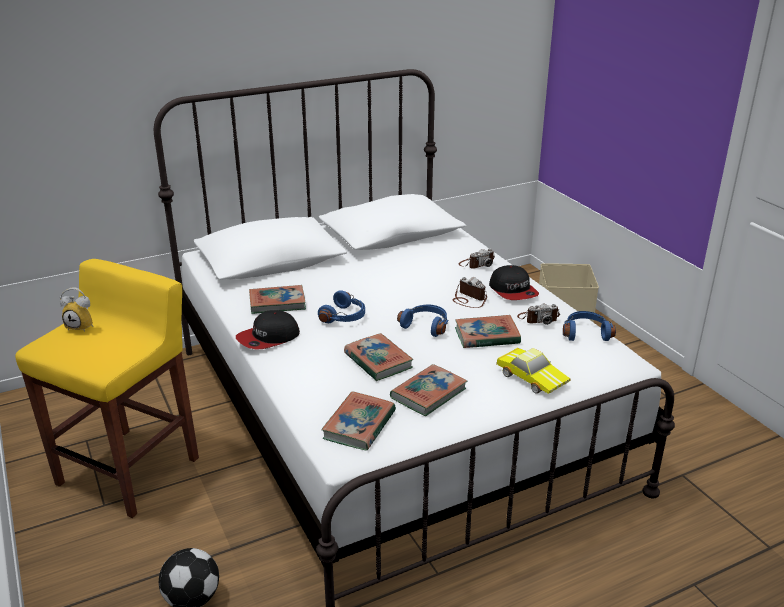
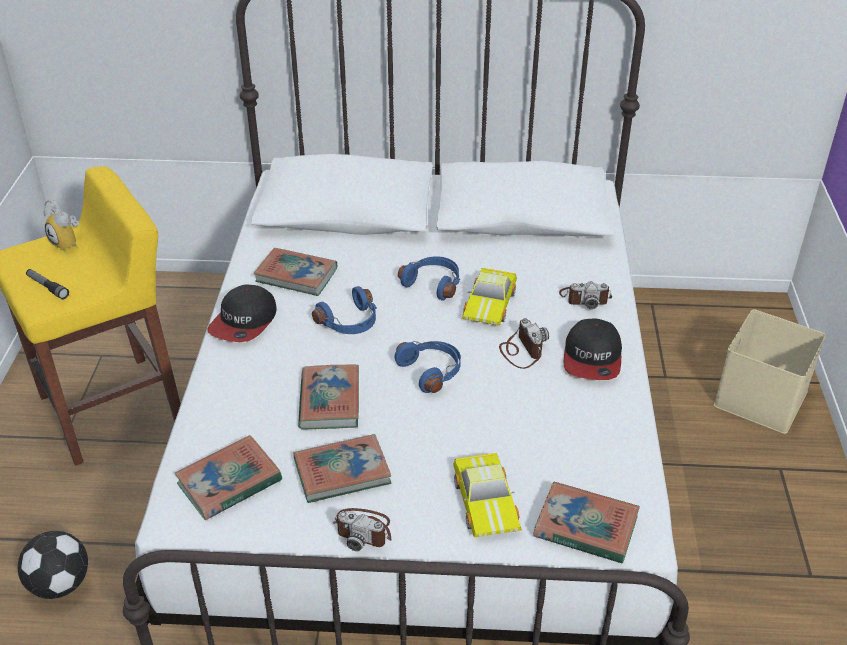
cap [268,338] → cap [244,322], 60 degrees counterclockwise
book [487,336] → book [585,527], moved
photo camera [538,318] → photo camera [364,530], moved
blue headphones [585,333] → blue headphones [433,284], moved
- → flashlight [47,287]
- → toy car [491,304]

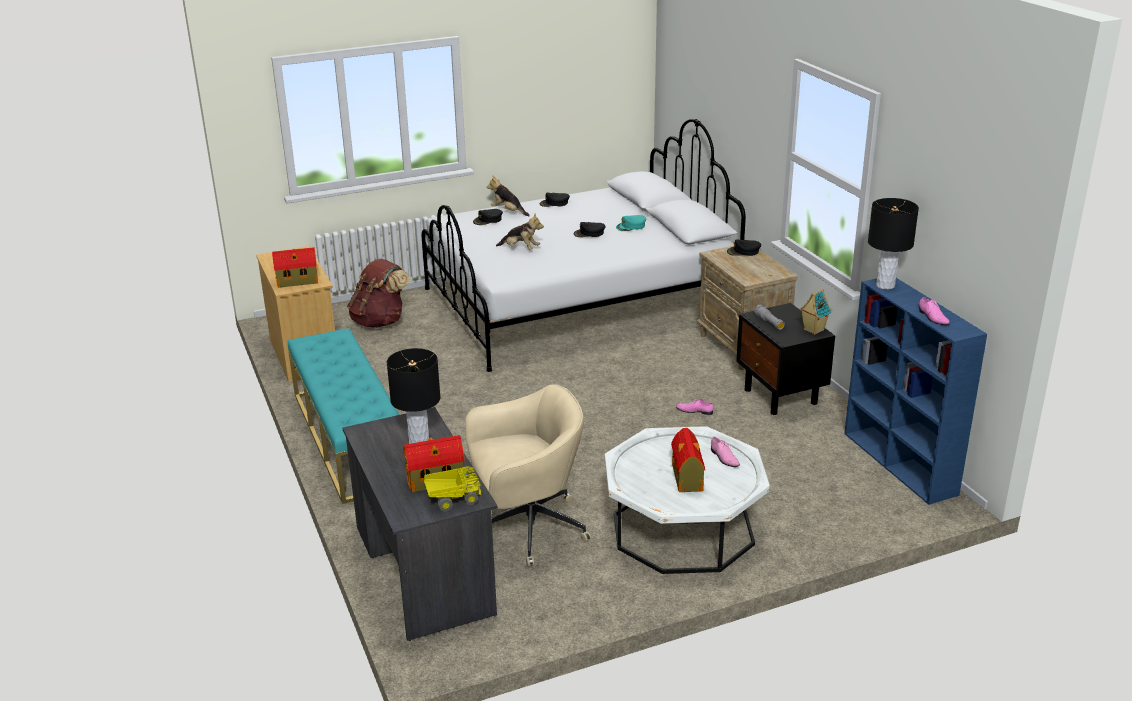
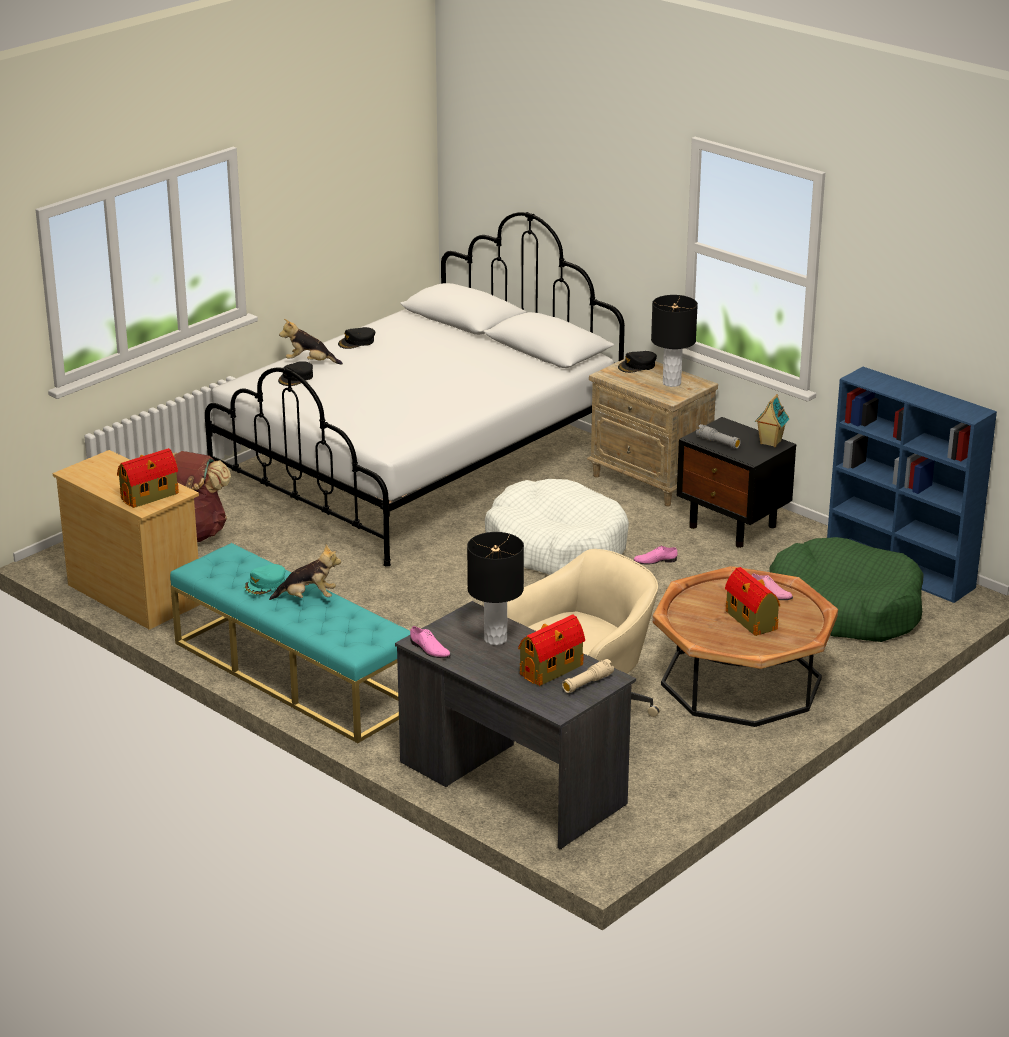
toy truck [452,500] → beige flashlight [587,683]
plush toy [520,249] → plush toy [308,598], moved
black cap [589,233] → -
white coffee table [683,530] → brown coffee table [741,681]
turquoise cap [631,226] → turquoise cap [265,584], moved
black table lamp [885,285] → black table lamp [671,383], moved
pink shoe [932,317] → pink shoe [429,649], moved
- → white dog bed [557,547]
- → green dog bed [844,609]

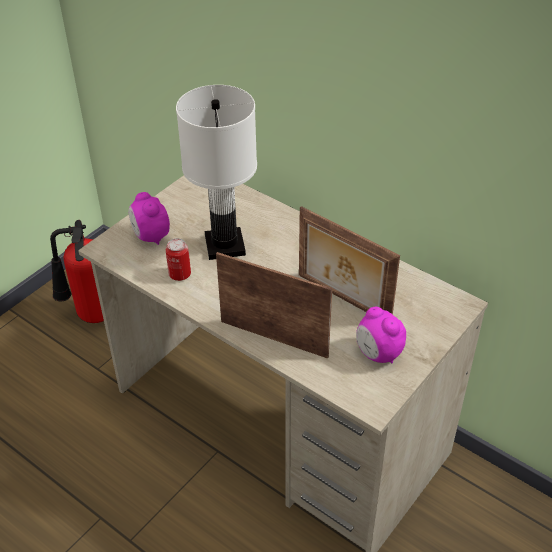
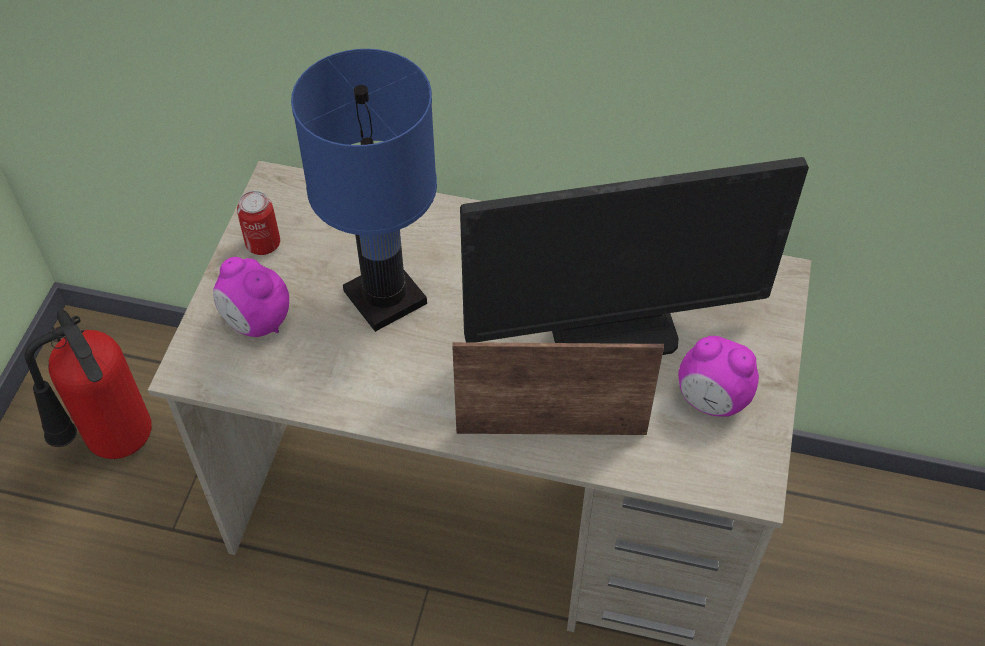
can [180,274] → can [263,244], moved
white table lamp [224,245] → blue table lamp [383,297]
picture frame [342,300] → monitor [613,329]

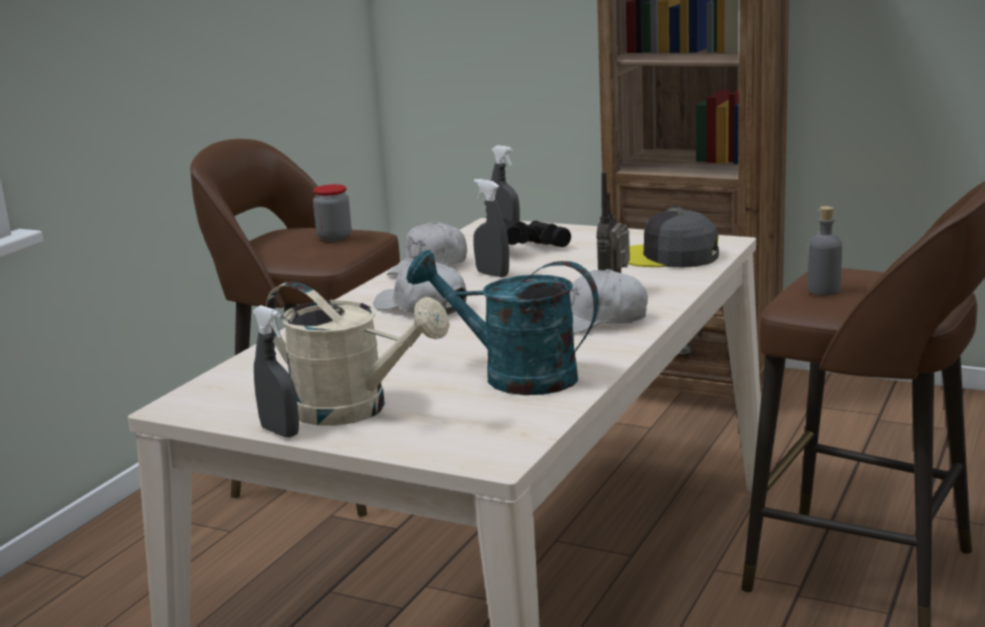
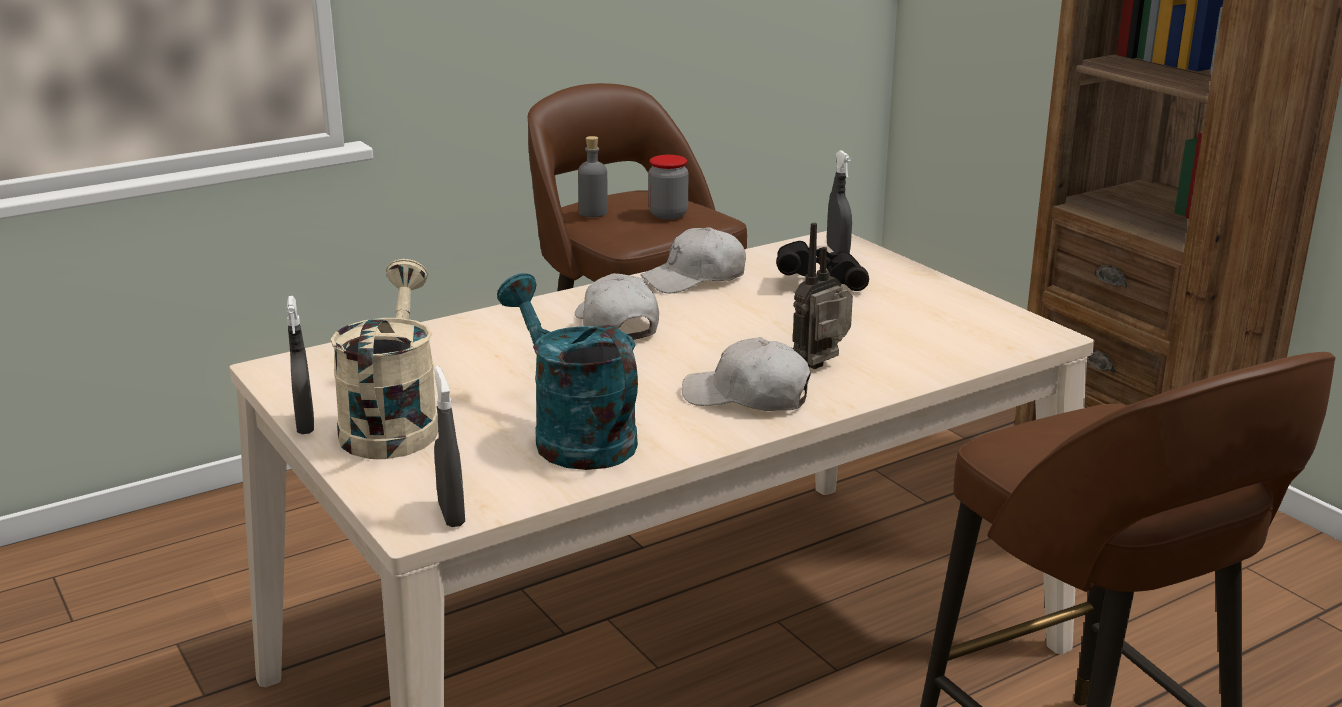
beige watering can [355,410] → beige watering can [392,424], 150 degrees counterclockwise
grey spray bottle [492,274] → grey spray bottle [451,514], moved
grey cap [669,256] → -
grey bottle [823,290] → grey bottle [593,212], moved

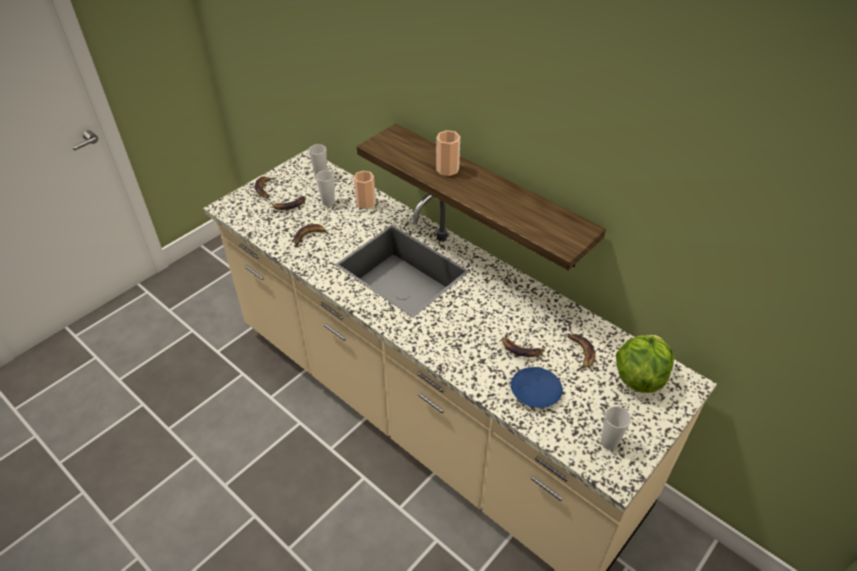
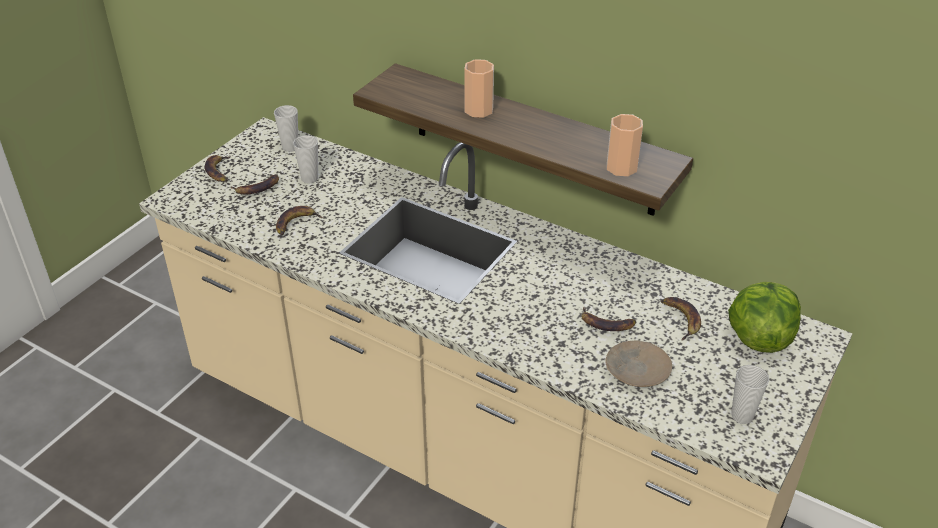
cup [365,203] → cup [621,167], moved
blue plate [535,391] → beige plate [636,370]

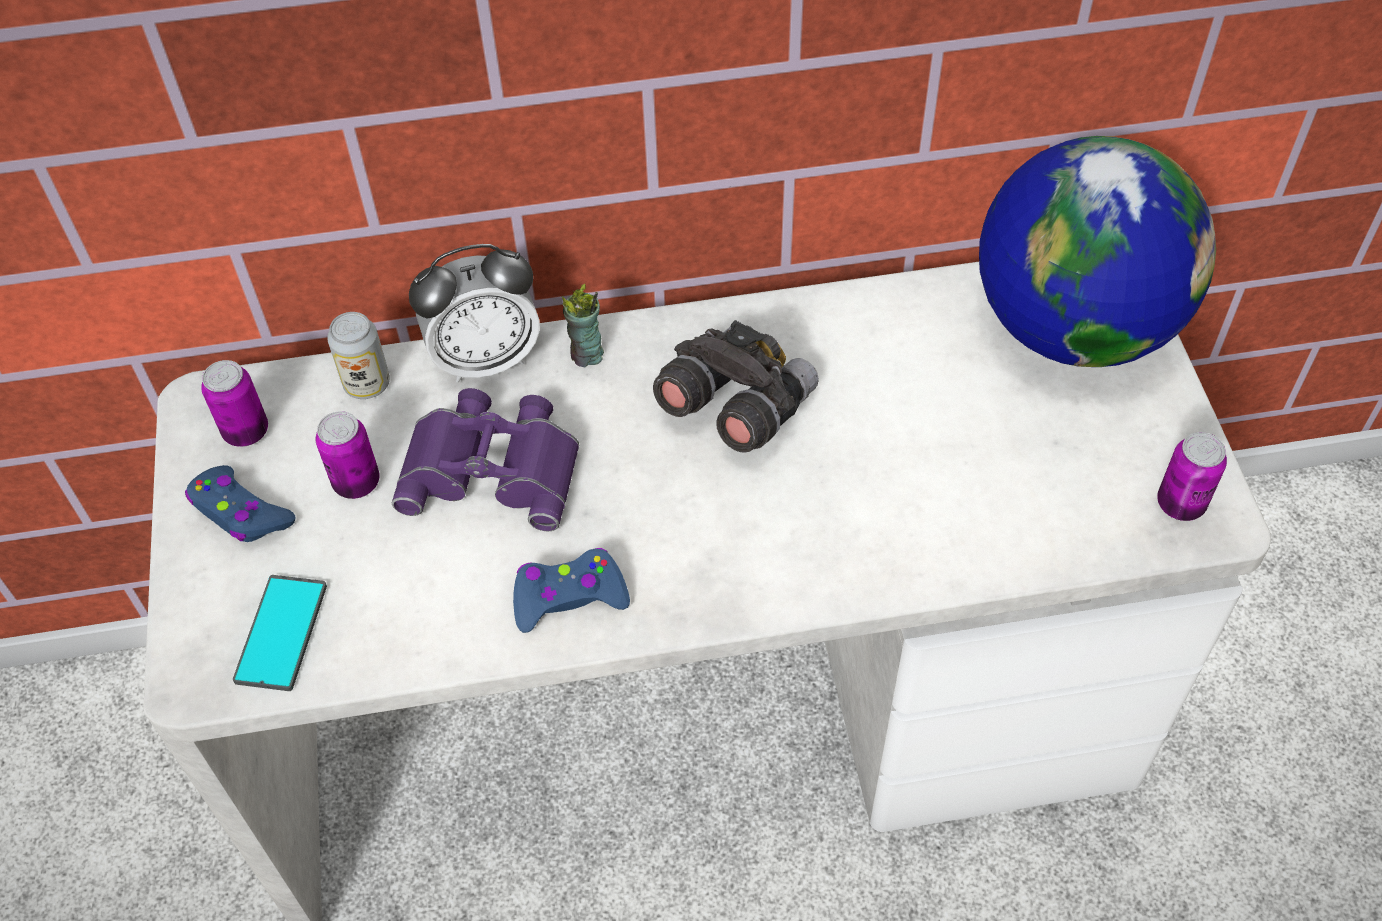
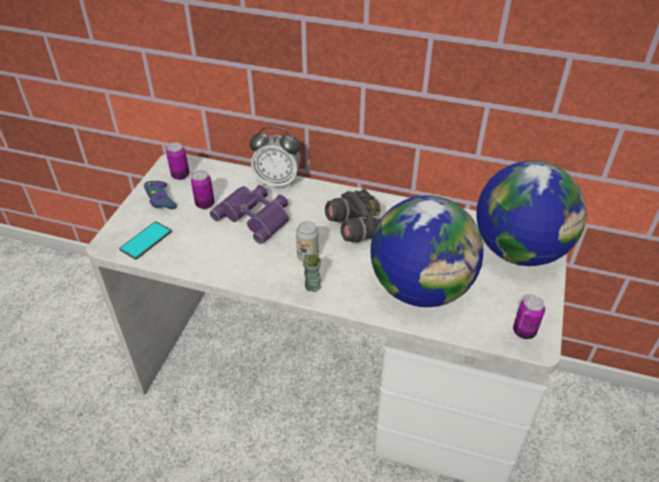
can [367,384] → can [307,256], moved
blue game controller [569,597] → -
cup [586,355] → cup [312,286], moved
- → globe [421,288]

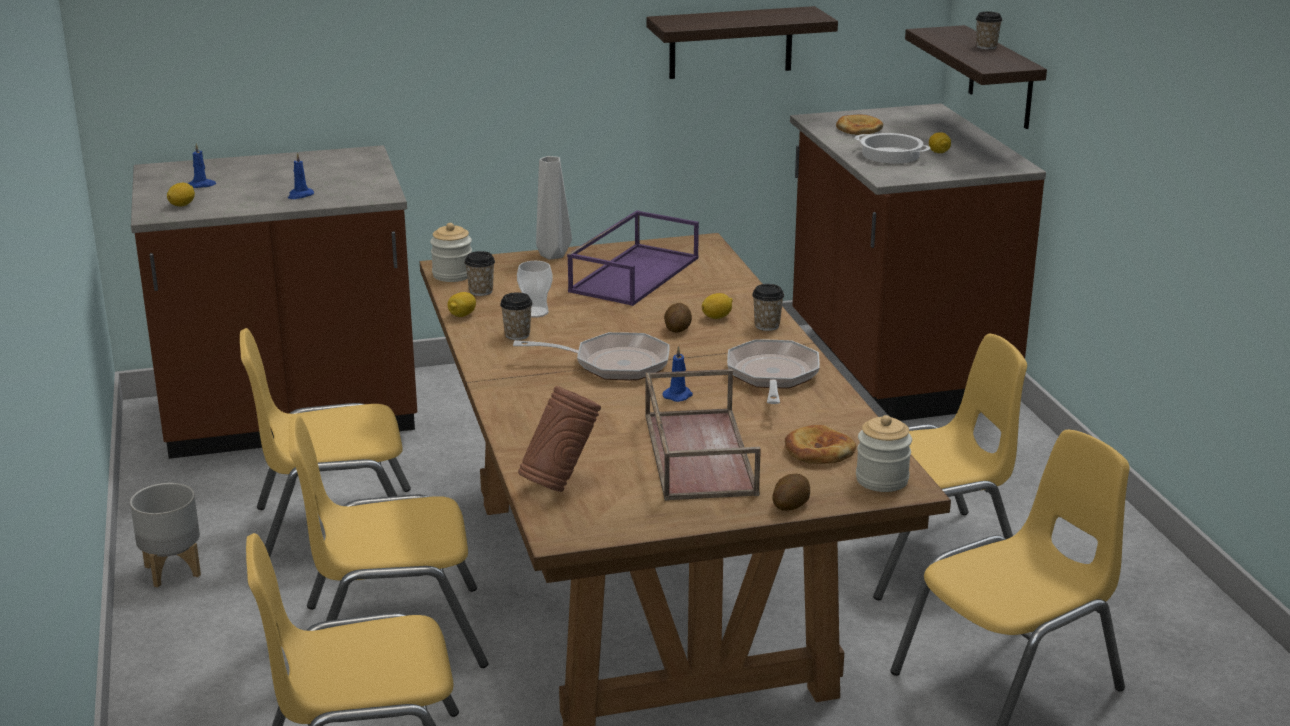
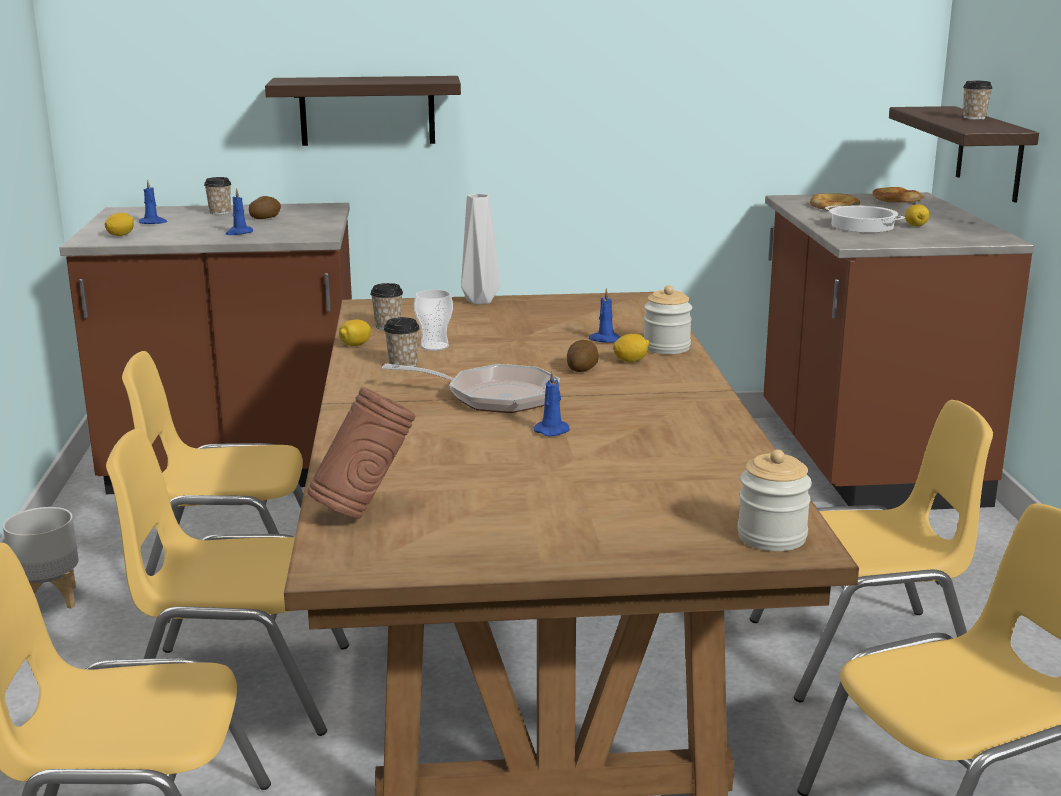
jar [452,275] → jar [666,348], moved
purple tray [634,274] → -
brown tray [697,453] → -
shelf [730,42] → shelf [367,110], moved
frying pan [772,376] → -
cup [767,326] → cup [220,212], moved
potato [790,504] → potato [265,218], moved
bread [818,451] → bread [896,199], moved
- → blue candle [604,339]

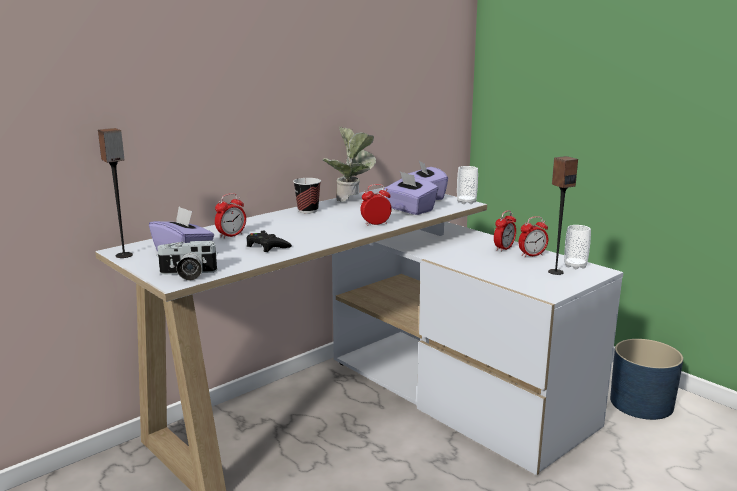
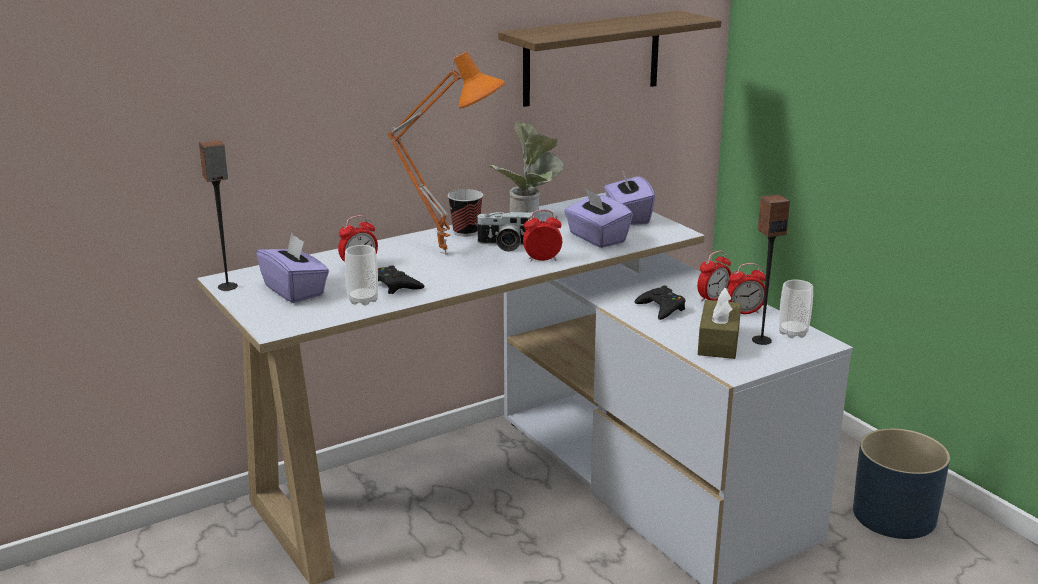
photo camera [187,274] → photo camera [505,245], moved
cup [466,202] → cup [363,300], moved
- → orange table lamp [446,252]
- → shelf [592,58]
- → black game controller [661,308]
- → brown tissue box [718,342]

